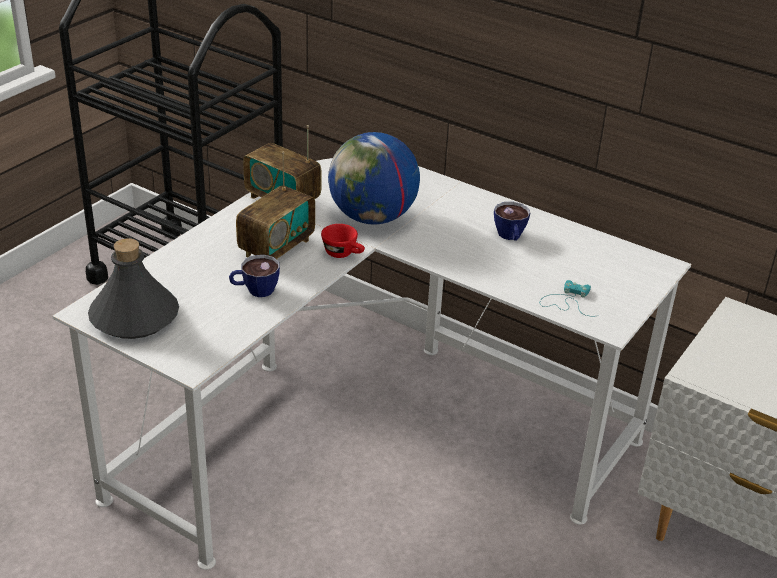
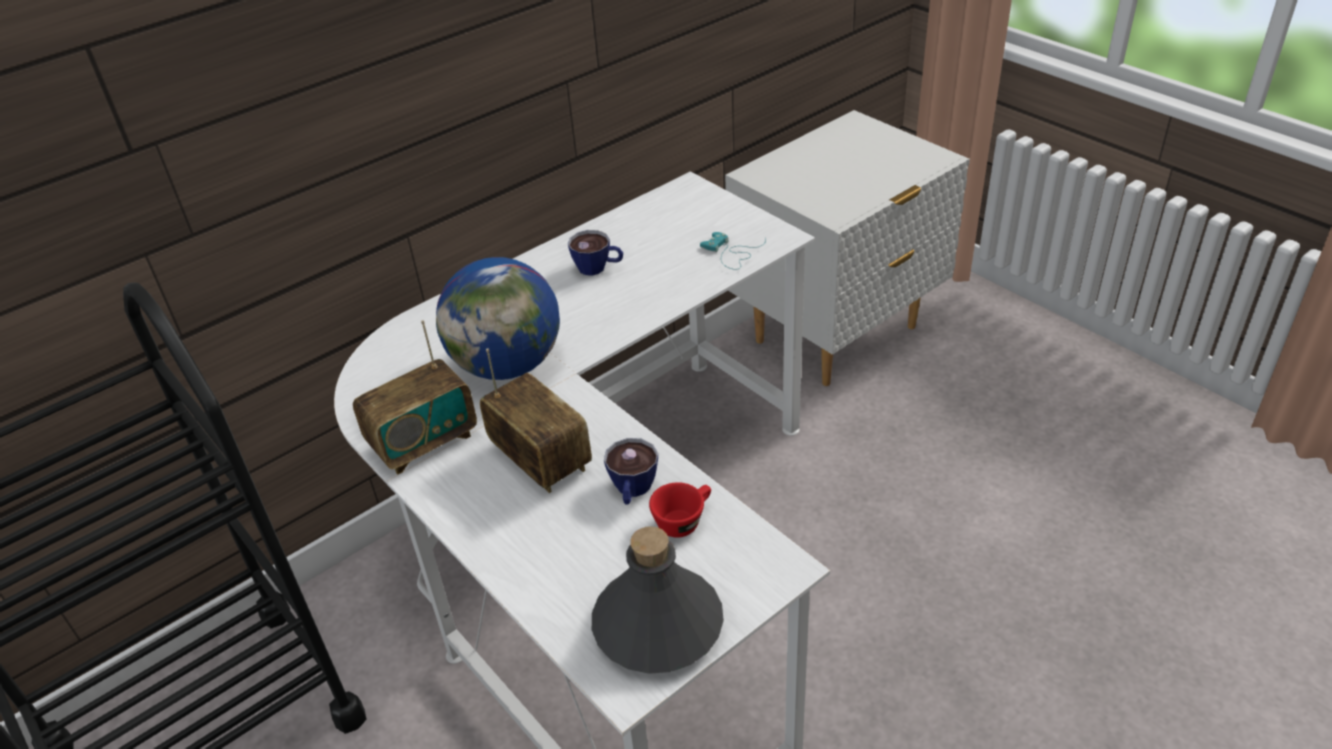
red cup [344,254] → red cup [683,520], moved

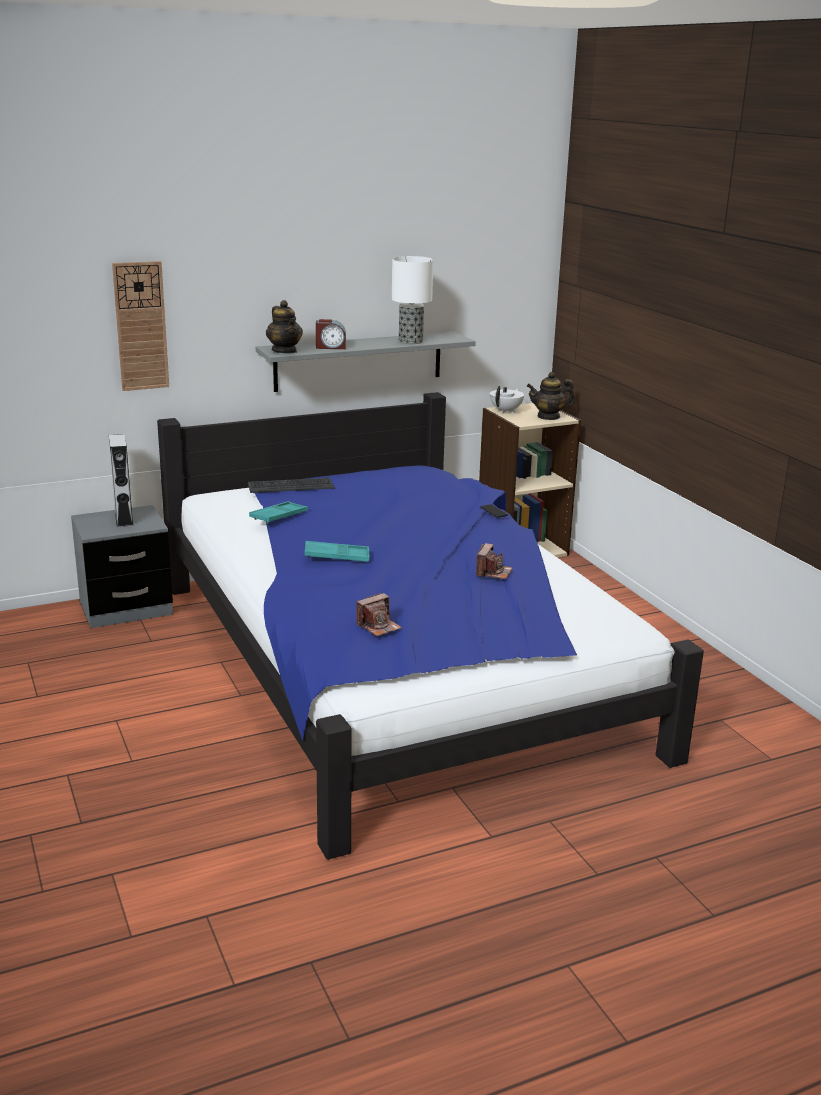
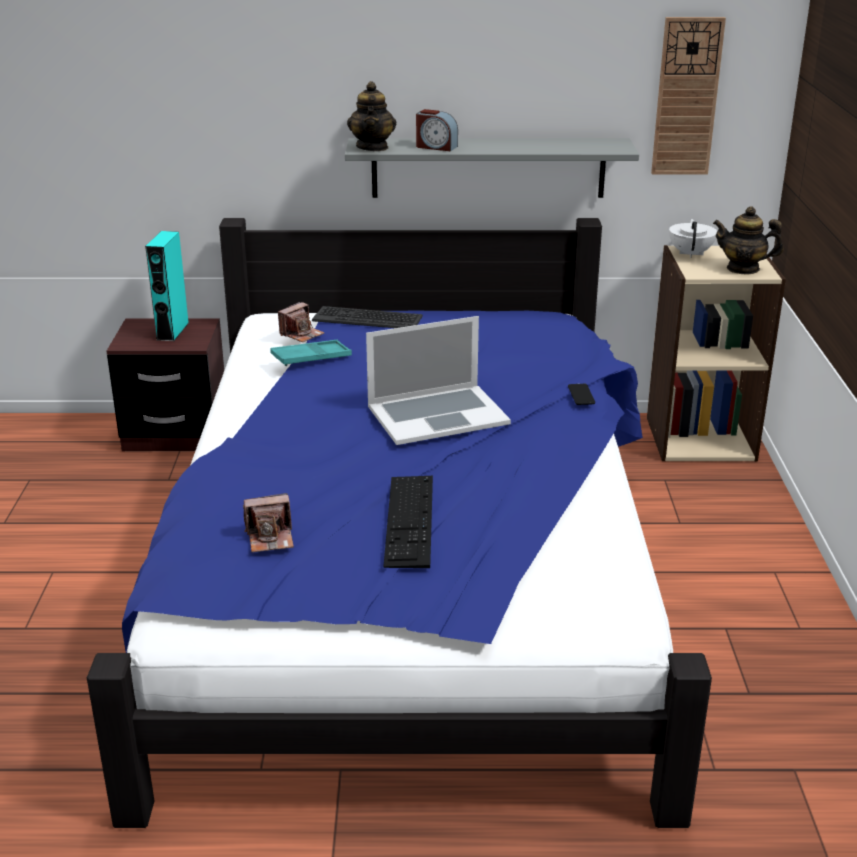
grey nightstand [126,608] → brown nightstand [176,434]
grey speaker [124,519] → turquoise speaker [172,331]
wall clock [141,326] → wall clock [686,97], moved
turquoise tray [337,556] → -
table lamp [410,341] → -
photo camera [493,572] → photo camera [301,334], moved
white teapot [506,411] → white teapot [691,253], 45 degrees counterclockwise
- → laptop [437,414]
- → keyboard [409,520]

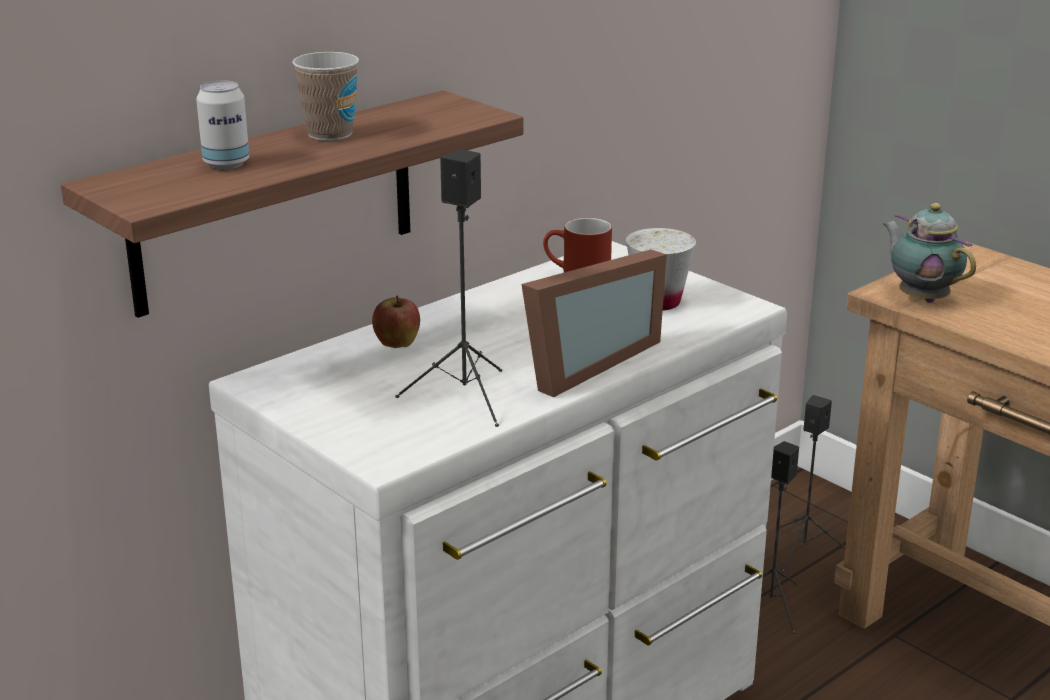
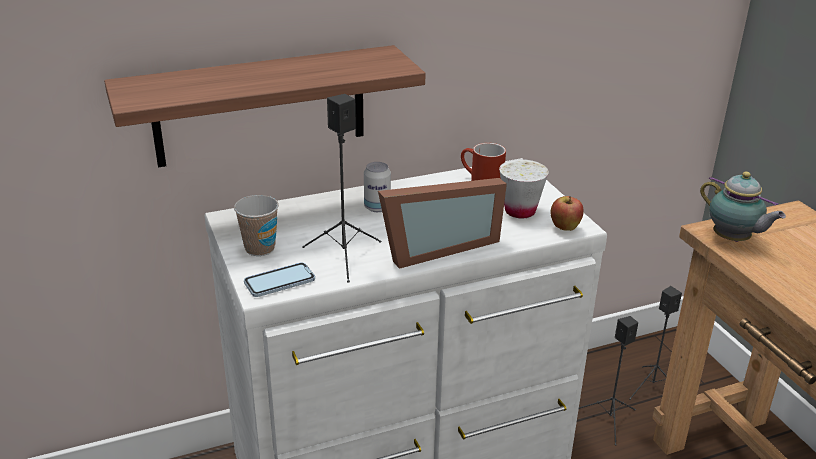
can [226,164] → can [377,207], moved
cup [330,134] → cup [260,248], moved
apple [397,346] → apple [565,228], moved
teapot [921,298] → teapot [733,240], 150 degrees clockwise
- → phone [279,282]

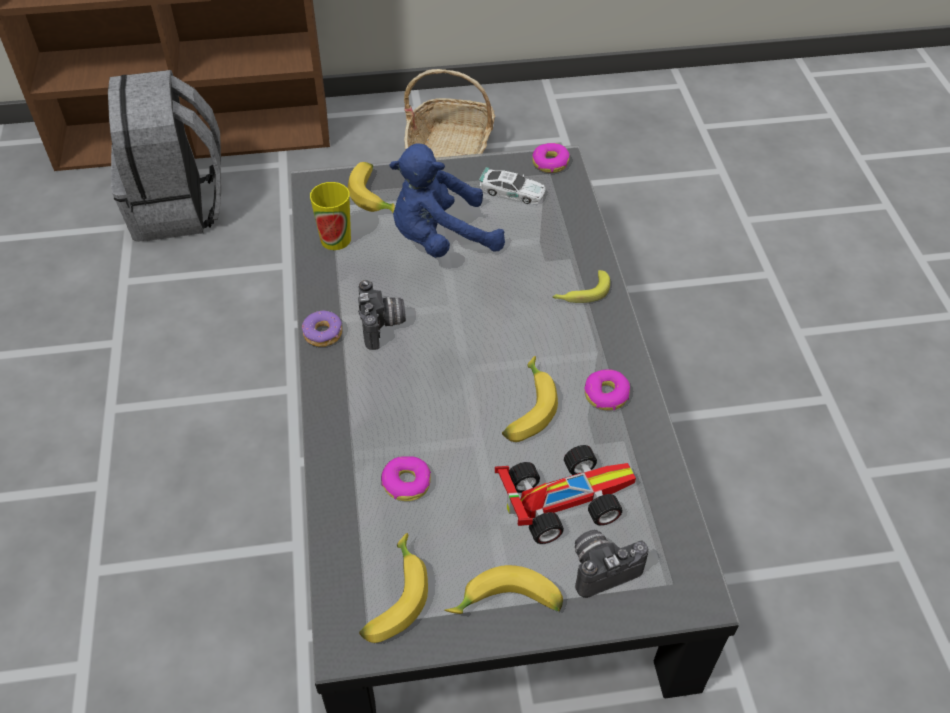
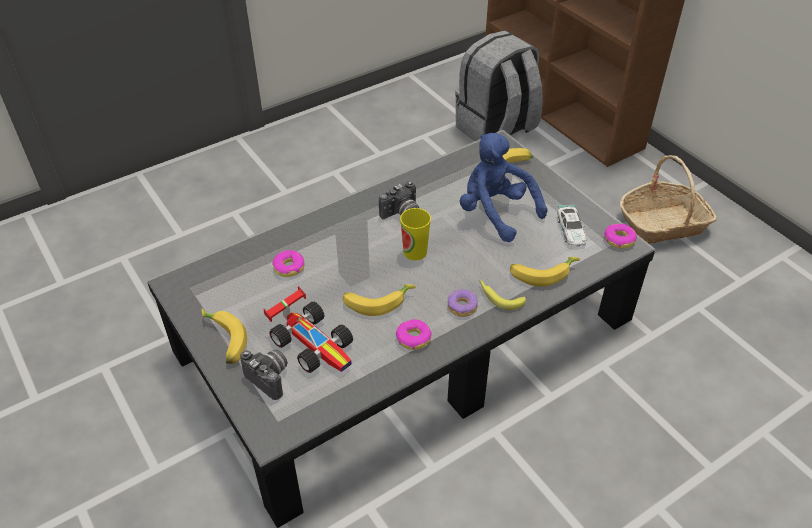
donut [323,334] → donut [462,307], moved
cup [335,239] → cup [415,252], moved
banana [392,597] → banana [542,273], moved

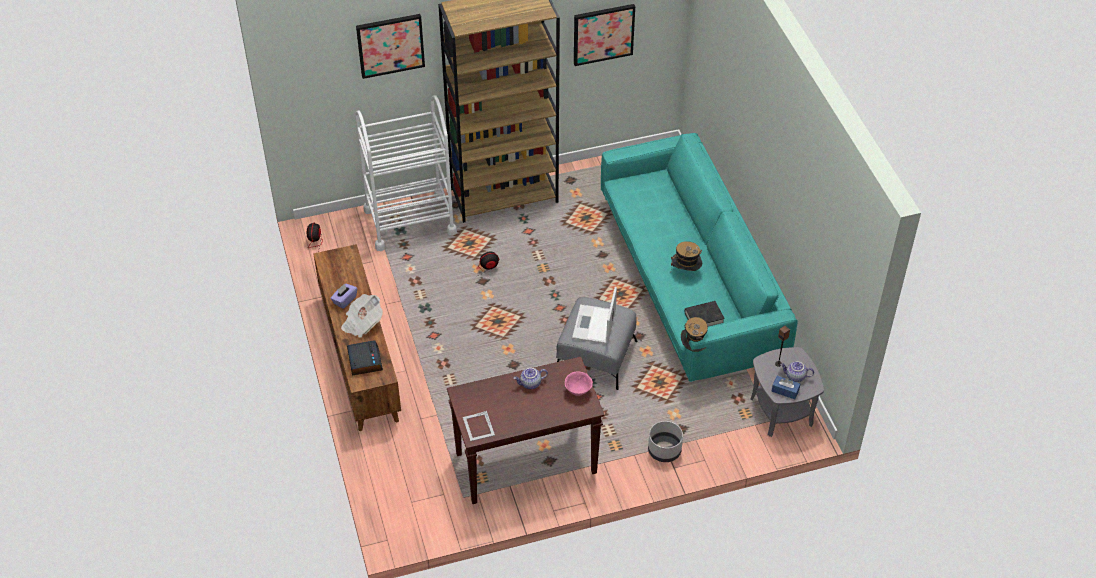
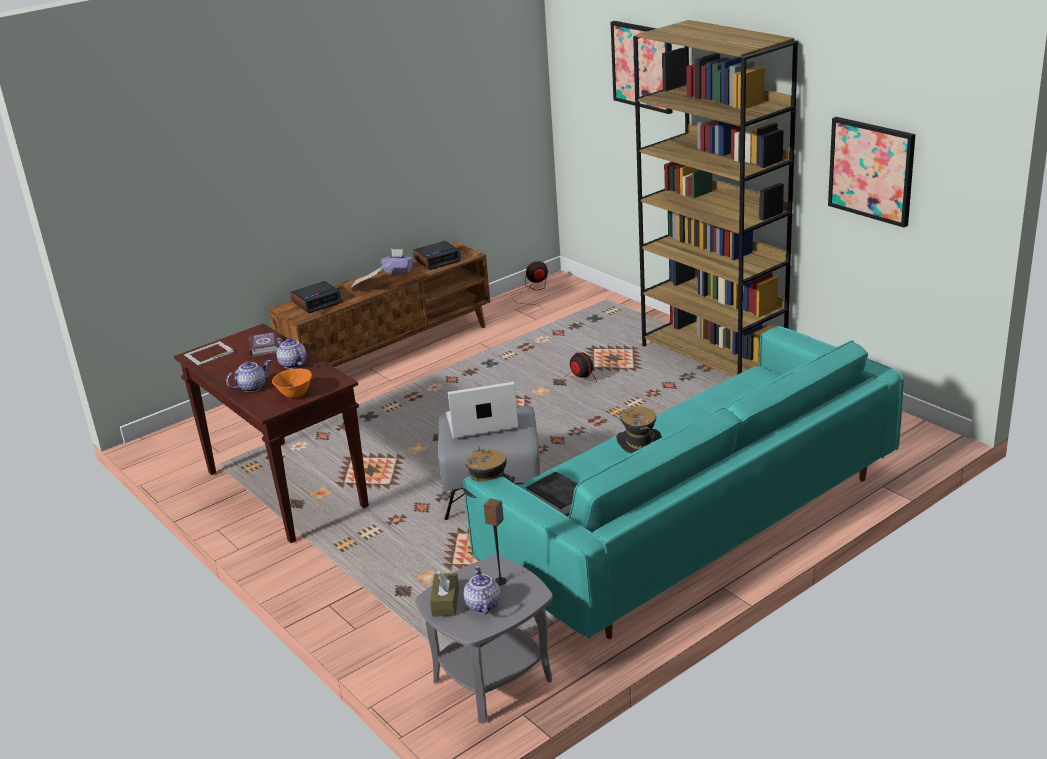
white cart [410,221] → -
pink bowl [578,391] → orange bowl [294,395]
grey planter [664,451] → -
blue tissue box [785,390] → brown tissue box [445,602]
- → teapot [252,387]
- → book [265,347]
- → alarm clock [437,260]

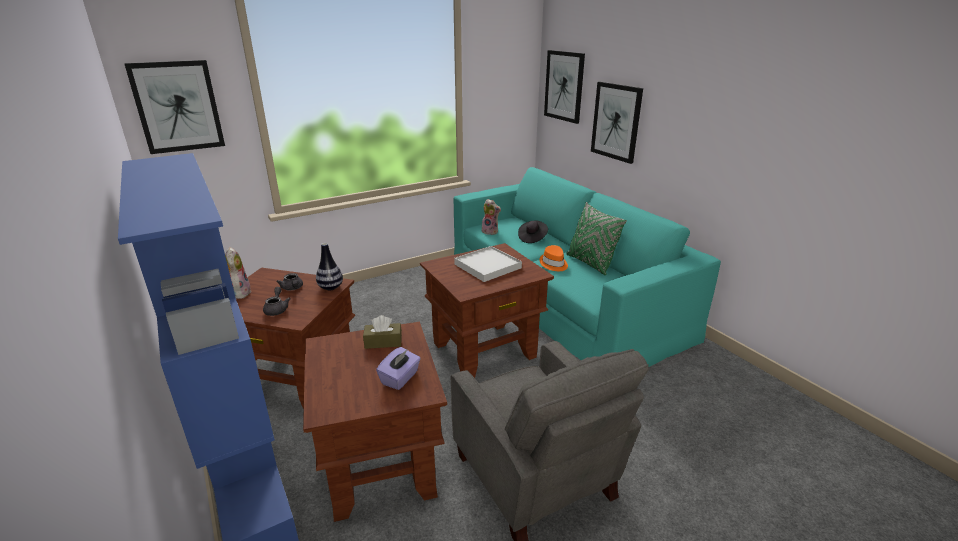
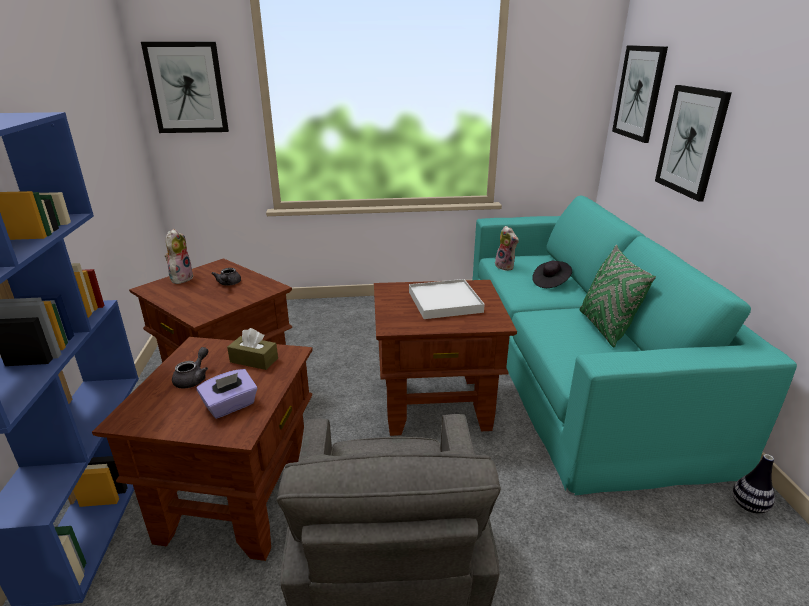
grey teapot [277,309] → grey teapot [193,379], moved
vase [330,287] → vase [748,506], moved
orange hat [553,264] → -

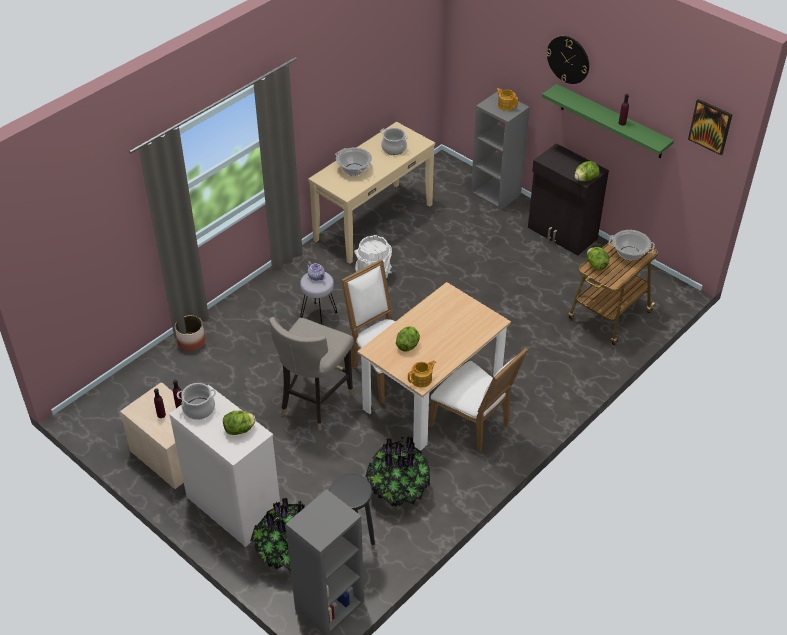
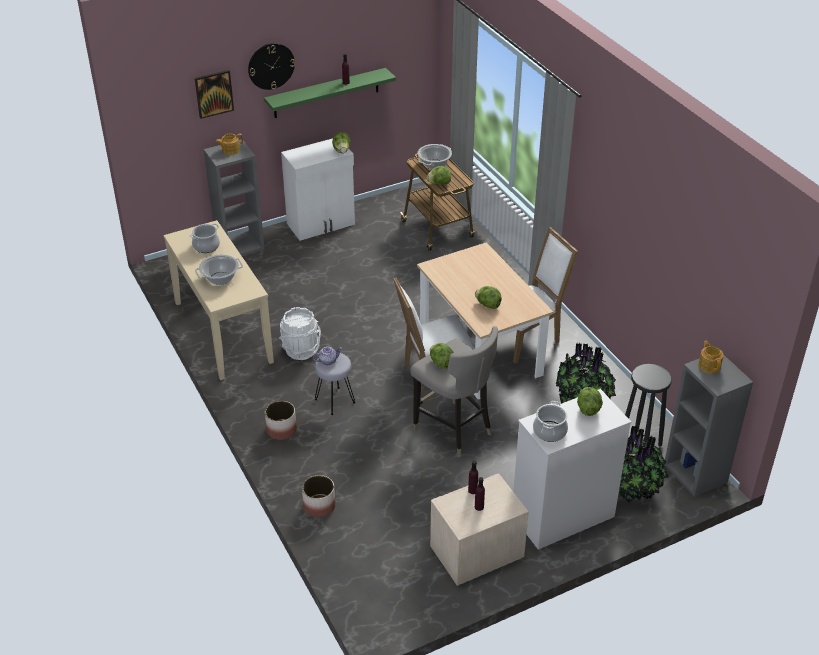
teapot [422,379] → teapot [709,365], moved
black cabinet [562,234] → white cabinet [321,224]
picture [710,126] → picture [214,93], moved
- → planter [281,429]
- → lettuce [441,363]

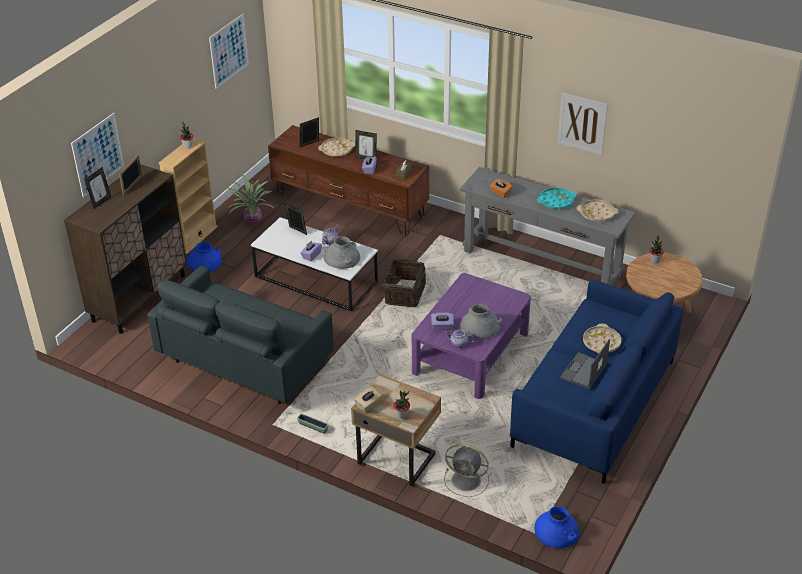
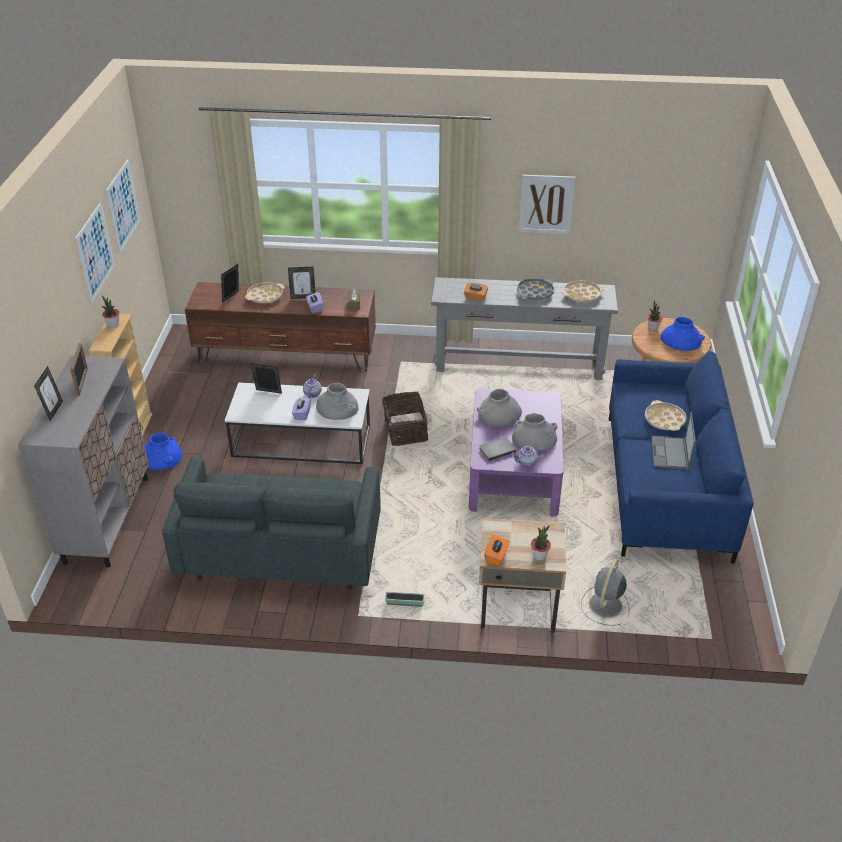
brown cabinet [139,298] → grey cabinet [107,519]
picture [98,154] → picture [95,252], moved
potted plant [252,220] → -
beige tissue box [368,405] → orange tissue box [496,556]
purple tissue box [442,327] → grey book [496,449]
grey fan [467,480] → grey fan [605,606], 120 degrees clockwise
blue vase [556,531] → blue vase [680,340], moved
turquoise tray [556,201] → grey tray [535,292]
- → grey vase [499,413]

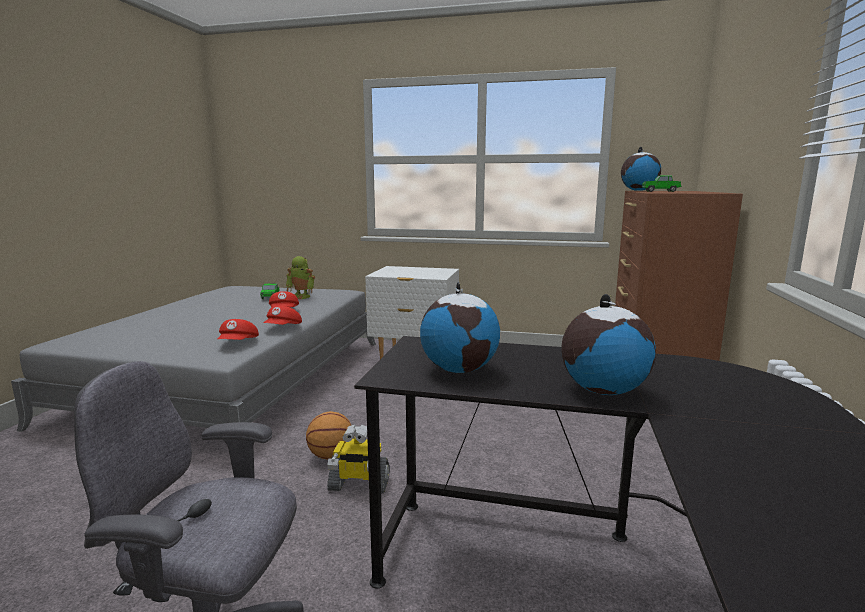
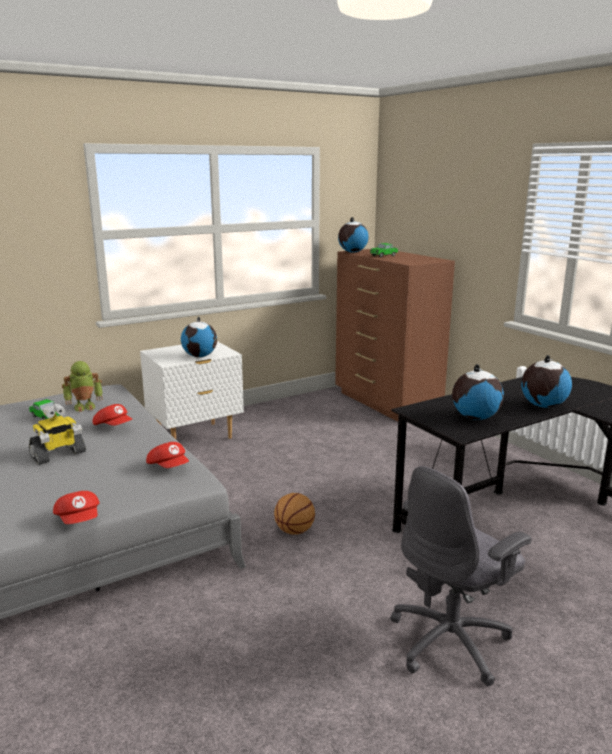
red cap [283,328] → red cap [79,520], moved
toy robot [358,484] → toy robot [58,454], moved
- → globe [200,356]

